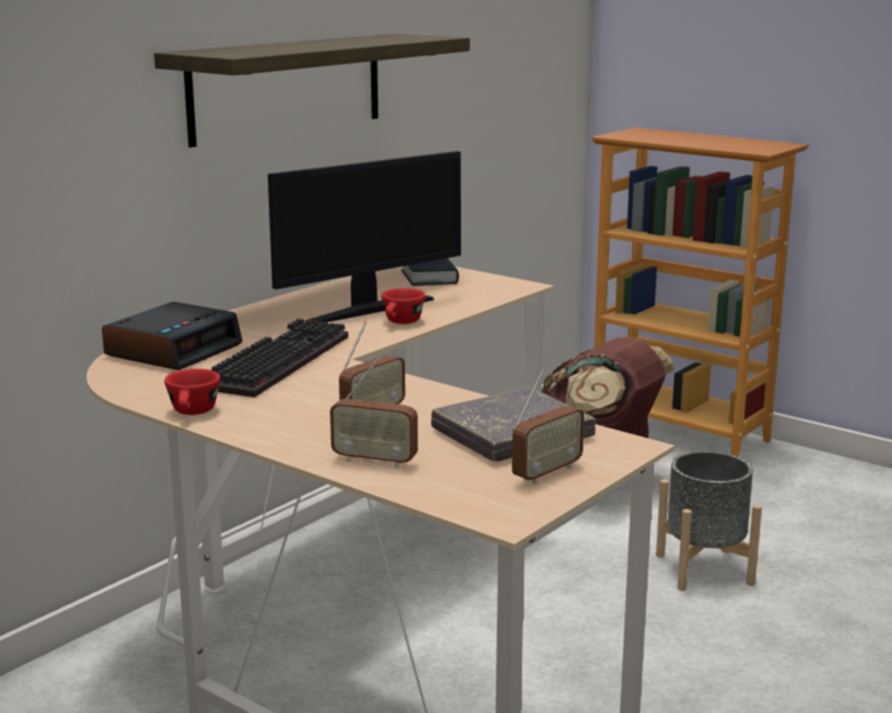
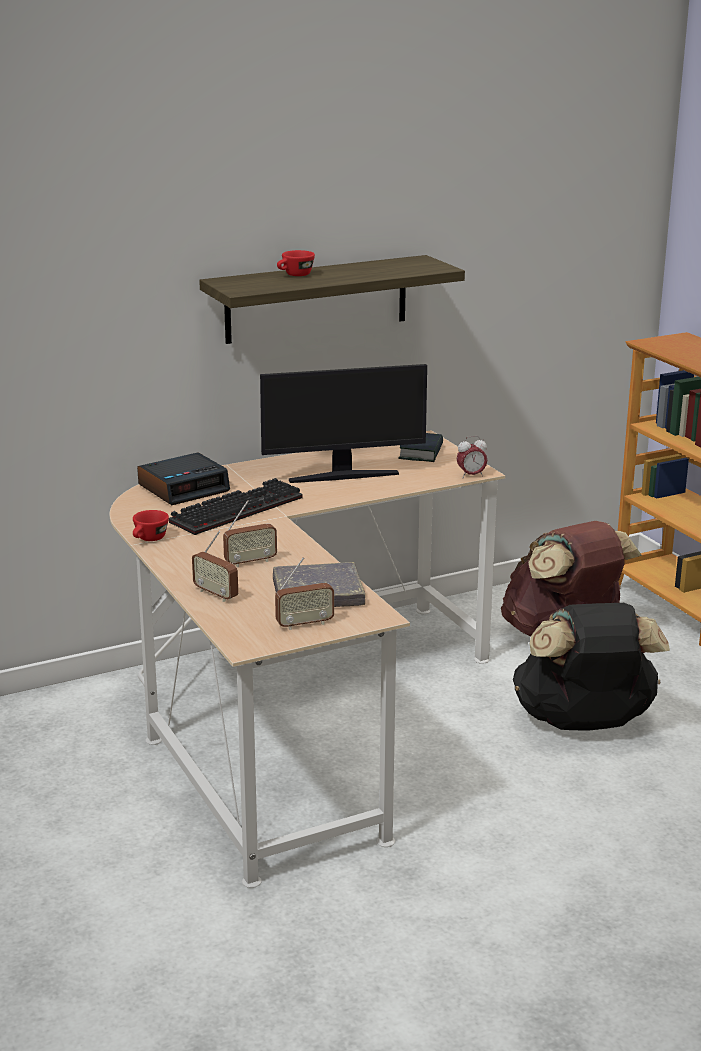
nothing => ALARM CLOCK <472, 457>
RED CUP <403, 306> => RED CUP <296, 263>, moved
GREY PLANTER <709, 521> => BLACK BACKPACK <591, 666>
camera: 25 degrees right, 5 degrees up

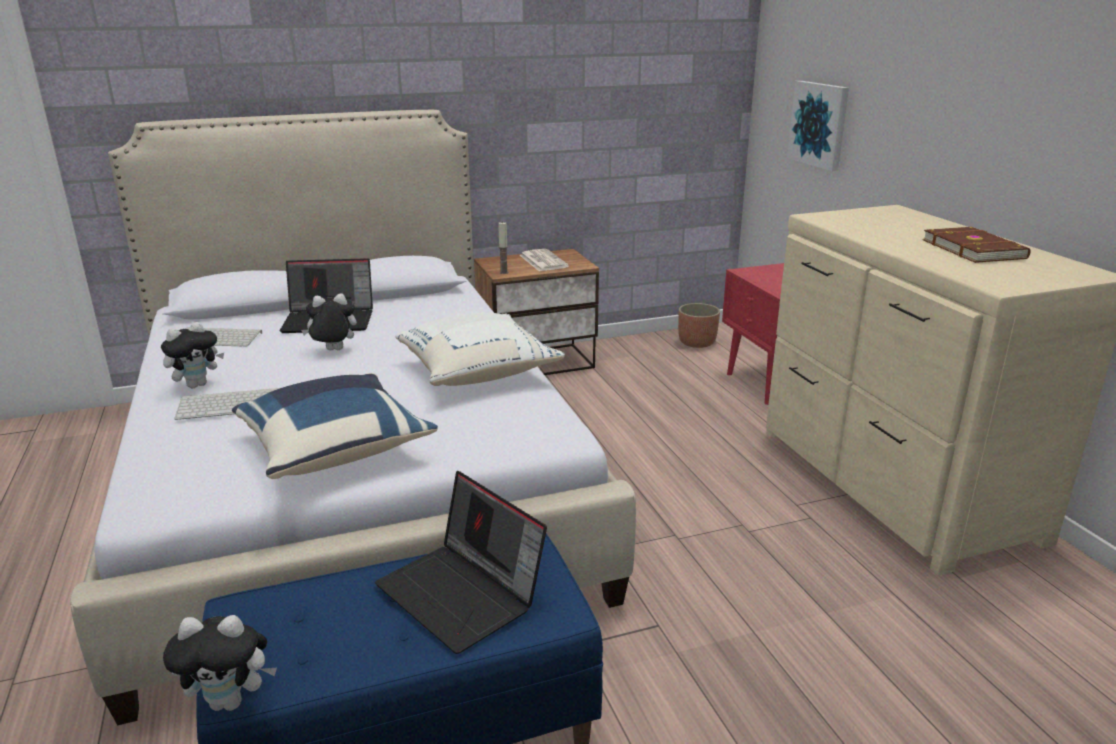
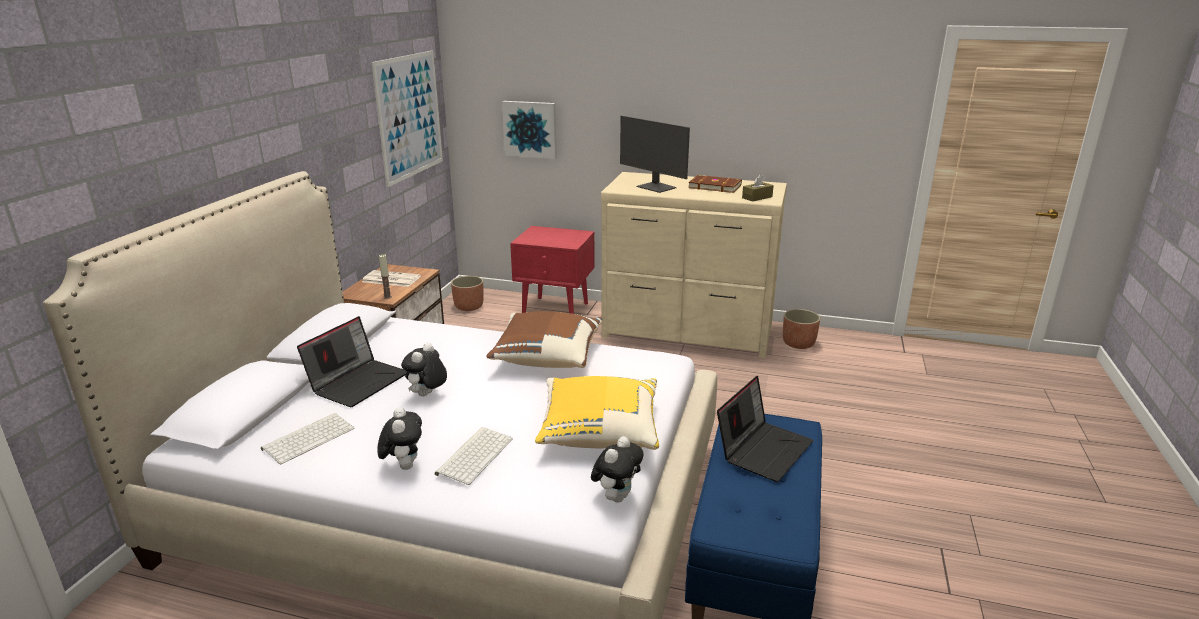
nothing => PICTURE <407, 119>
nothing => MONITOR <655, 154>
nothing => BROWN TISSUE BOX <758, 187>
nothing => PLANTER <801, 329>
PLUSH TOY <220, 663> => PLUSH TOY <617, 469>, moved
BLUE PILLOW <335, 426> => YELLOW PILLOW <597, 413>
WHITE PILLOW <480, 349> => BROWN PILLOW <544, 339>
LAPTOP <461, 562> => LAPTOP <765, 429>, 45 degrees counterclockwise
camera: 55 degrees left, 0 degrees up

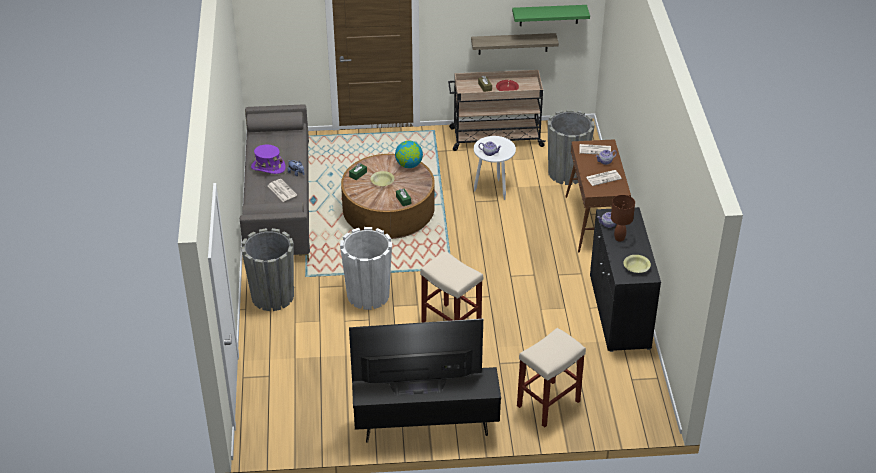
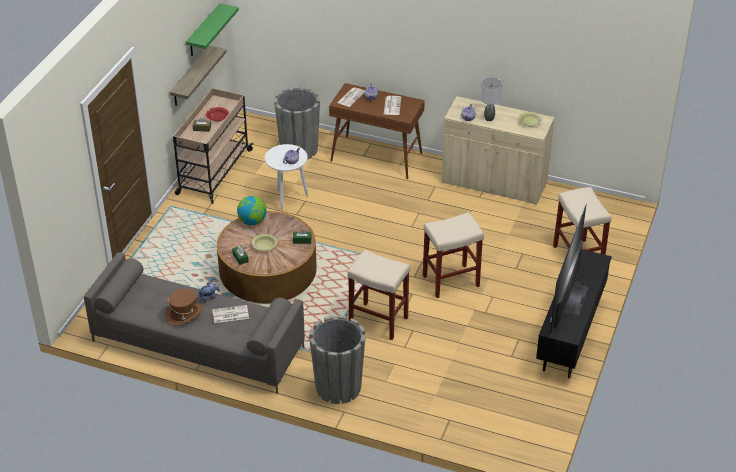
WHITE PLANTER <366, 268> => BEIGE STOOL <378, 295>
PURPLE HAT <268, 159> => BROWN HAT <184, 307>
BLACK CABINET <625, 279> => BEIGE CABINET <498, 150>
BROWN TABLE LAMP <623, 218> => GREY TABLE LAMP <491, 99>
camera: 65 degrees left, 0 degrees up

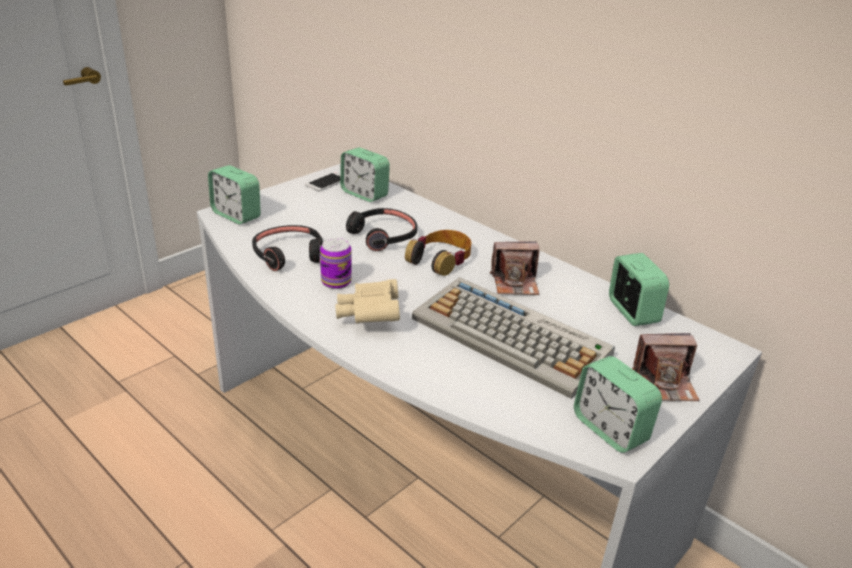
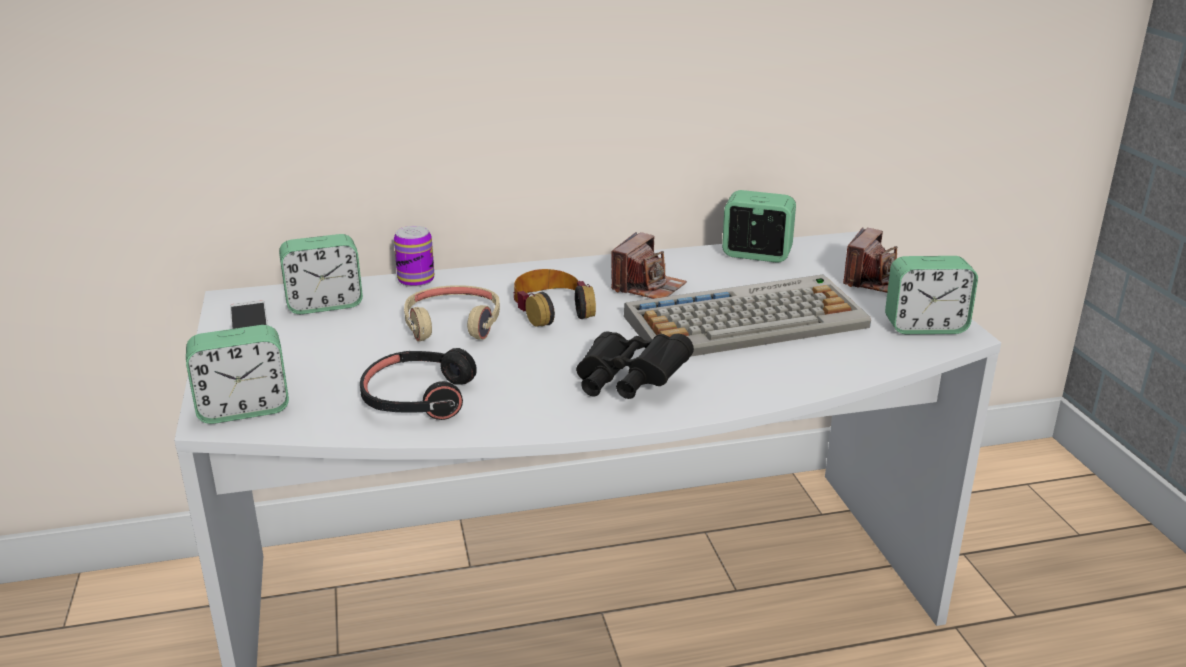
CAN <336, 263> => CAN <414, 256>, moved
BEIGE BINOCULARS <368, 301> => BLACK BINOCULARS <635, 365>
BLACK HEADPHONES <381, 229> => BEIGE HEADPHONES <452, 313>
camera: 55 degrees left, 5 degrees down

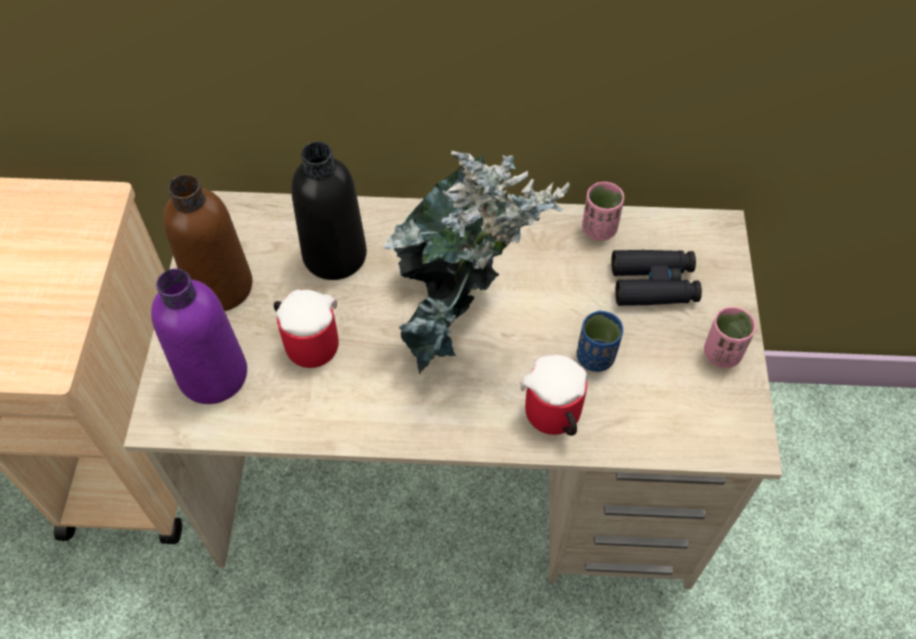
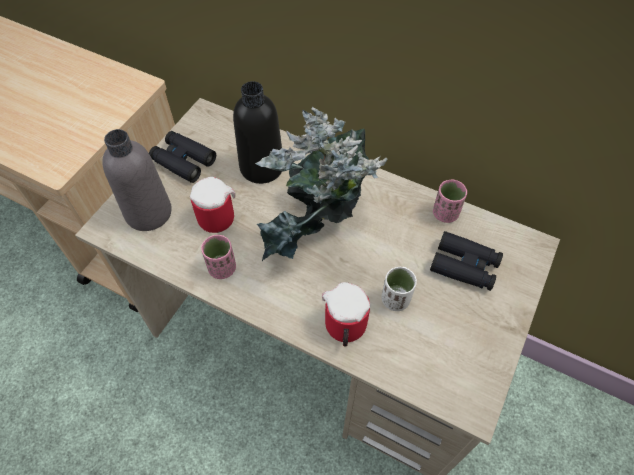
PINK CUP <730, 337> => PINK CUP <218, 257>, moved
BROWN BOTTLE <207, 242> => BLACK BINOCULARS <182, 157>
PURPLE BOTTLE <199, 336> => GREY BOTTLE <137, 180>
BLUE CUP <600, 341> => WHITE CUP <399, 289>
camera: 25 degrees right, 0 degrees up

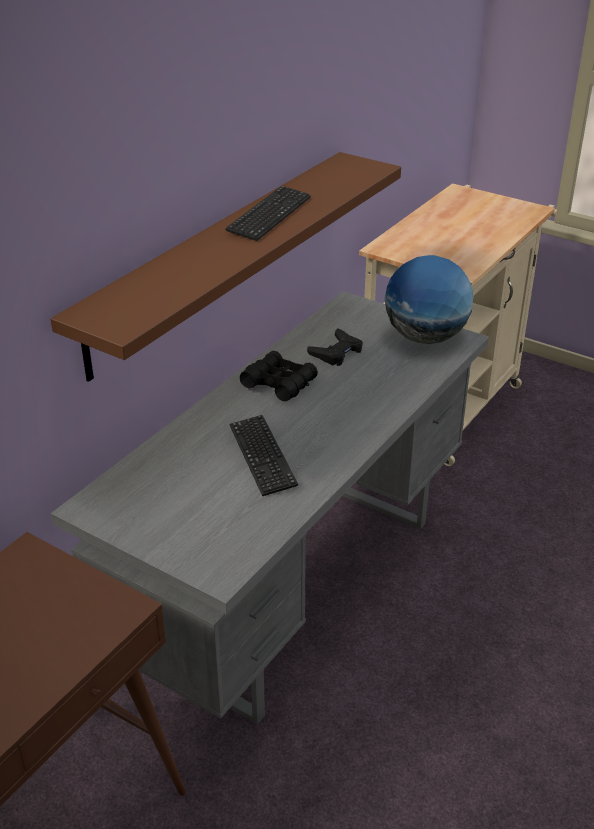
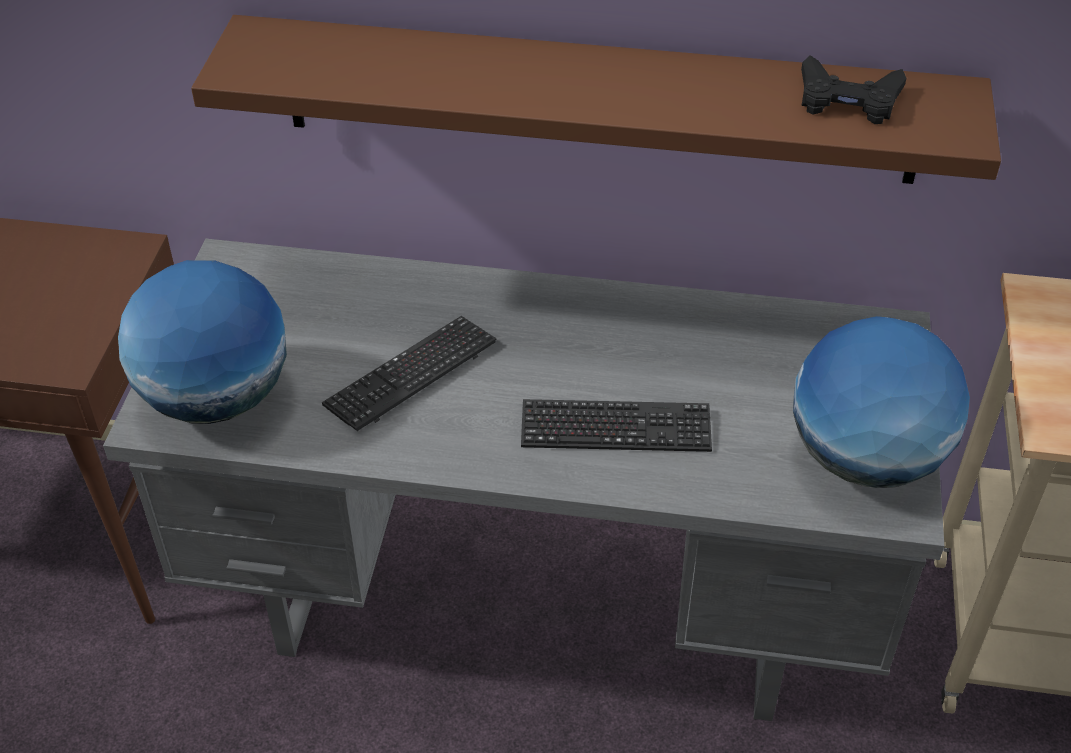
BLACK BINOCULARS <279, 376> => nothing
nothing => GLOBE <202, 342>
KEYBOARD <268, 213> => KEYBOARD <616, 425>, moved
BLACK GAME CONTROLLER <335, 347> => BLACK GAME CONTROLLER <853, 89>, moved
camera: 65 degrees right, 10 degrees up

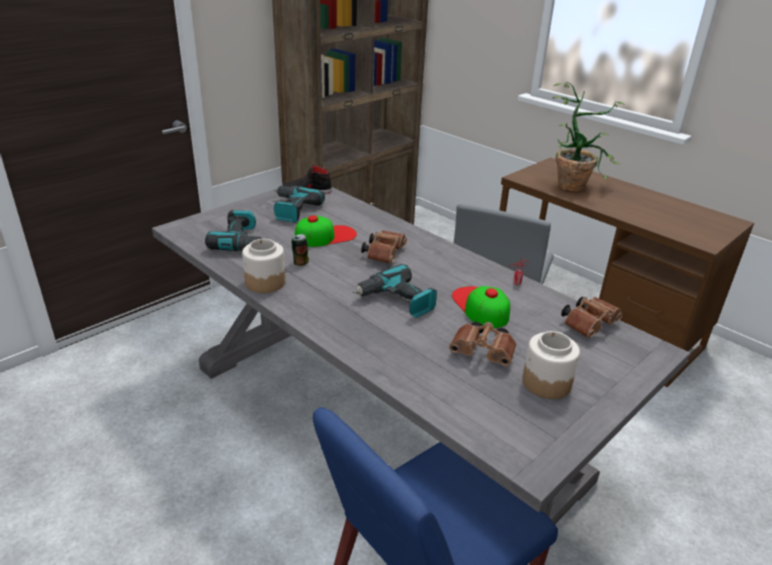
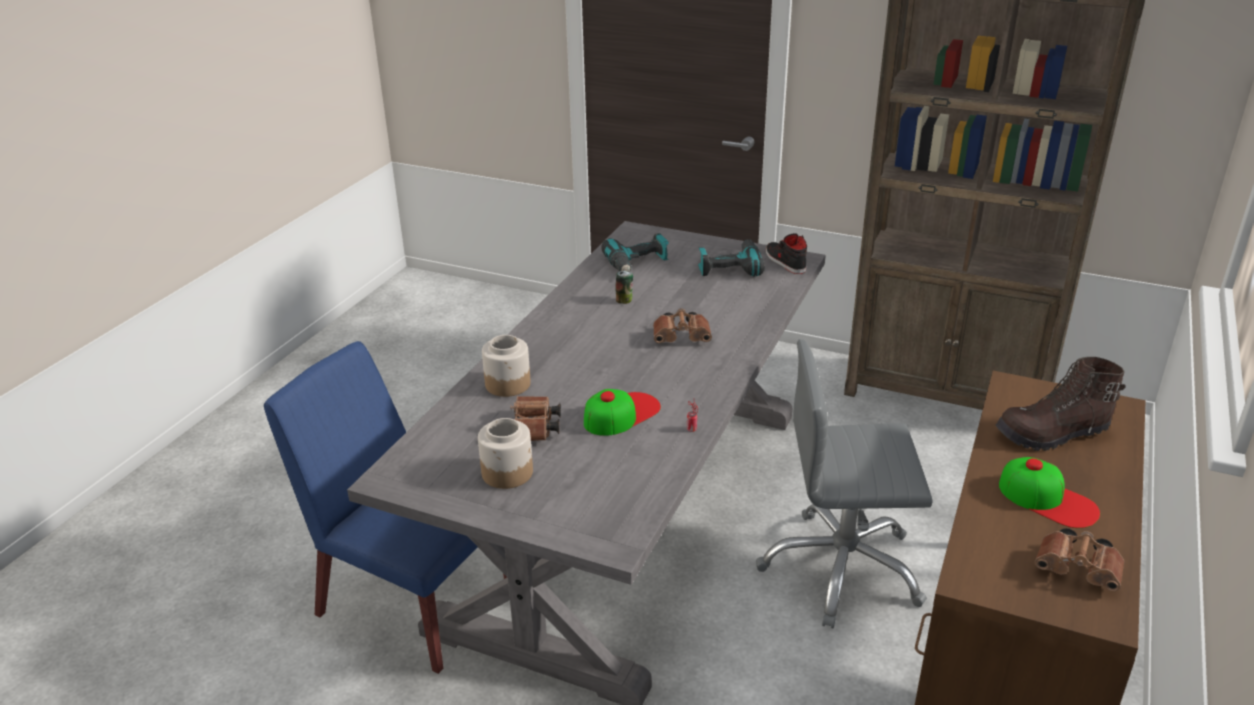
POWER DRILL <395, 291> => nothing
JAR <263, 266> => JAR <506, 366>, moved
CAP <326, 231> => CAP <1049, 492>, moved
BROWN BINOCULARS <592, 317> => BROWN BINOCULARS <1079, 560>, moved
POTTED PLANT <588, 137> => BROWN BOOT <1060, 404>
camera: 70 degrees right, 0 degrees up

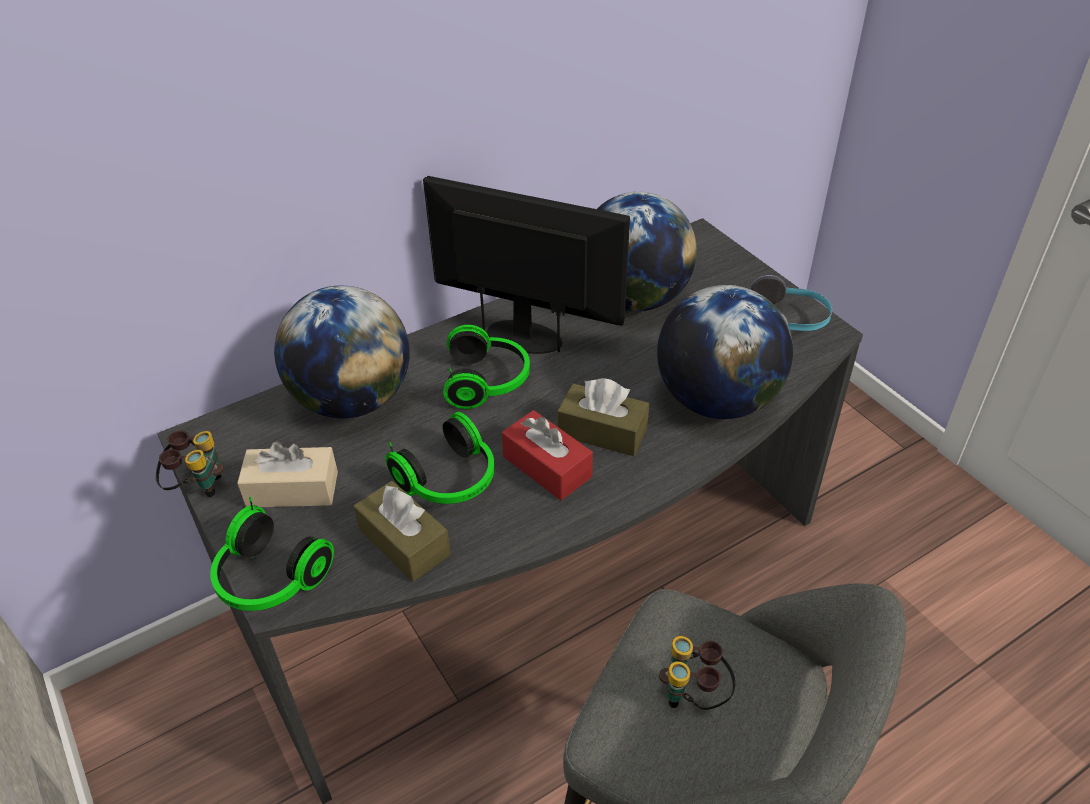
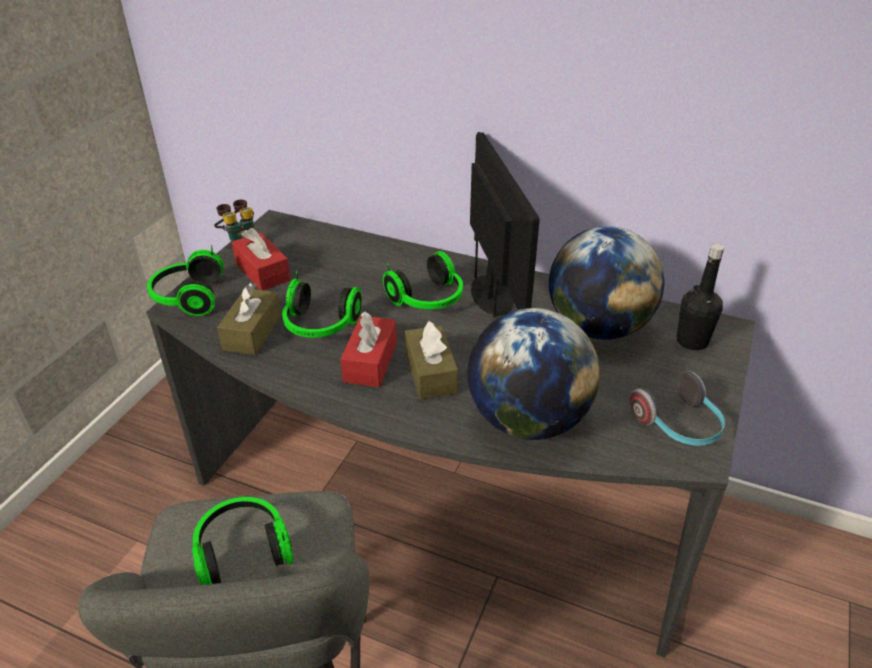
GLOBE <342, 351> => nothing
nothing => BLACK BOTTLE <700, 297>
BINOCULARS <697, 673> => HEADPHONES <242, 541>
BEIGE TISSUE BOX <287, 474> => RED TISSUE BOX <261, 259>
camera: 55 degrees right, 5 degrees down

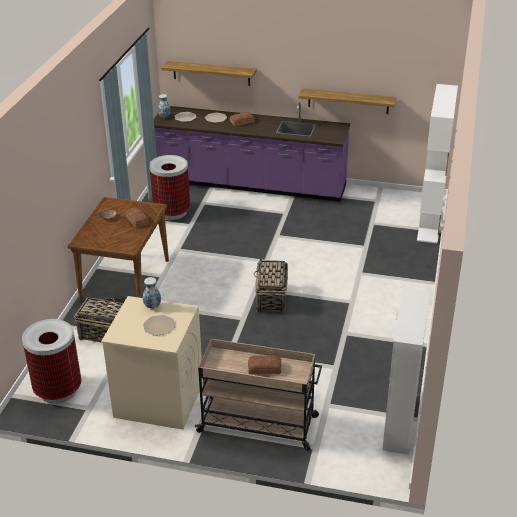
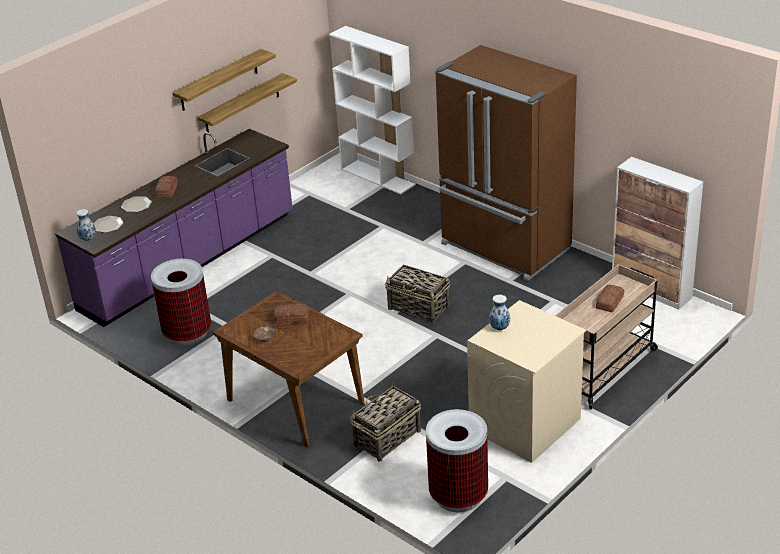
PLATE <159, 325> => nothing
nothing => BROWN FRIDGE <506, 163>
SHELF <209, 73> => SHELF <224, 80>, moved
camera: 60 degrees left, 0 degrees up

